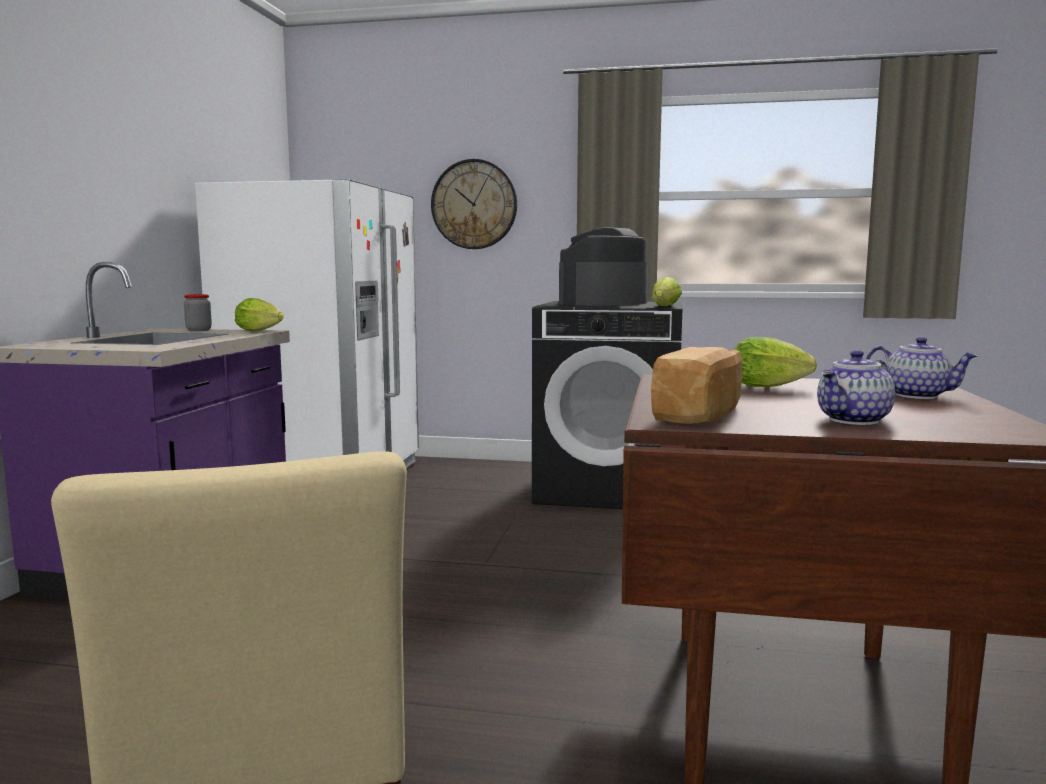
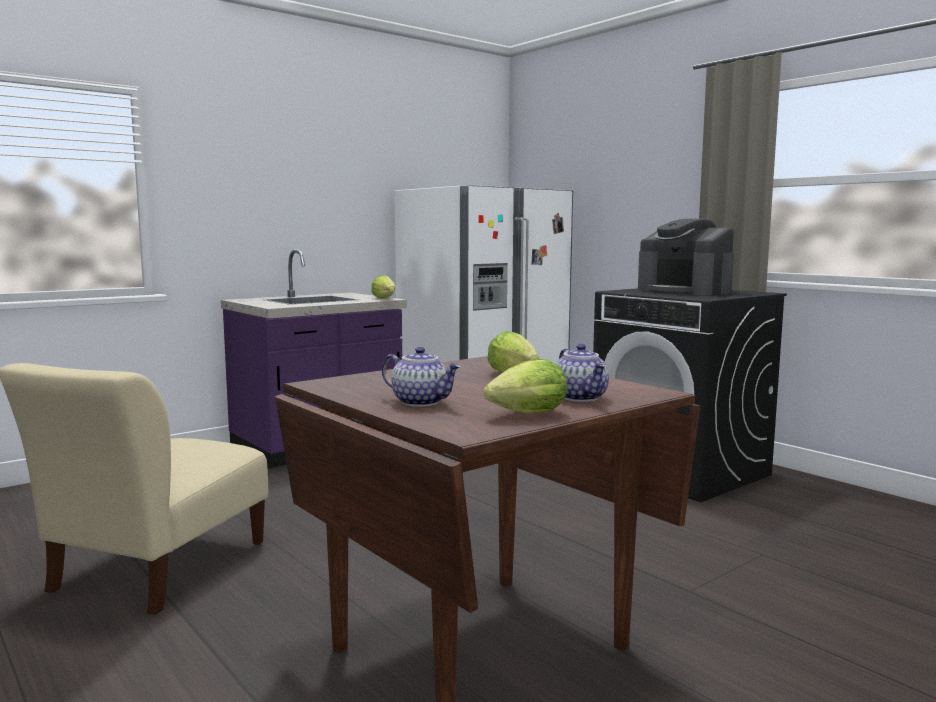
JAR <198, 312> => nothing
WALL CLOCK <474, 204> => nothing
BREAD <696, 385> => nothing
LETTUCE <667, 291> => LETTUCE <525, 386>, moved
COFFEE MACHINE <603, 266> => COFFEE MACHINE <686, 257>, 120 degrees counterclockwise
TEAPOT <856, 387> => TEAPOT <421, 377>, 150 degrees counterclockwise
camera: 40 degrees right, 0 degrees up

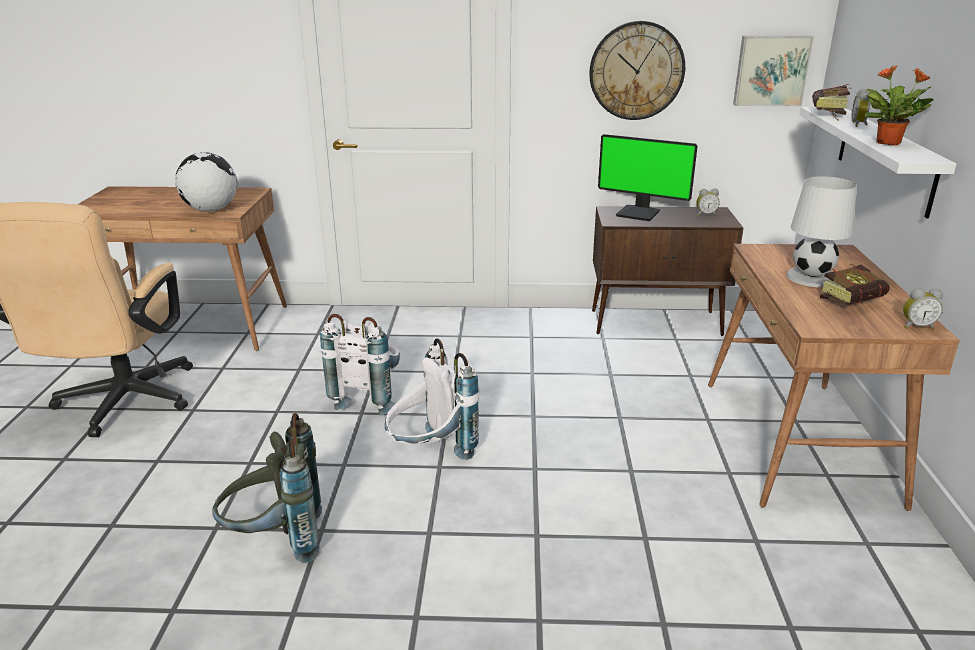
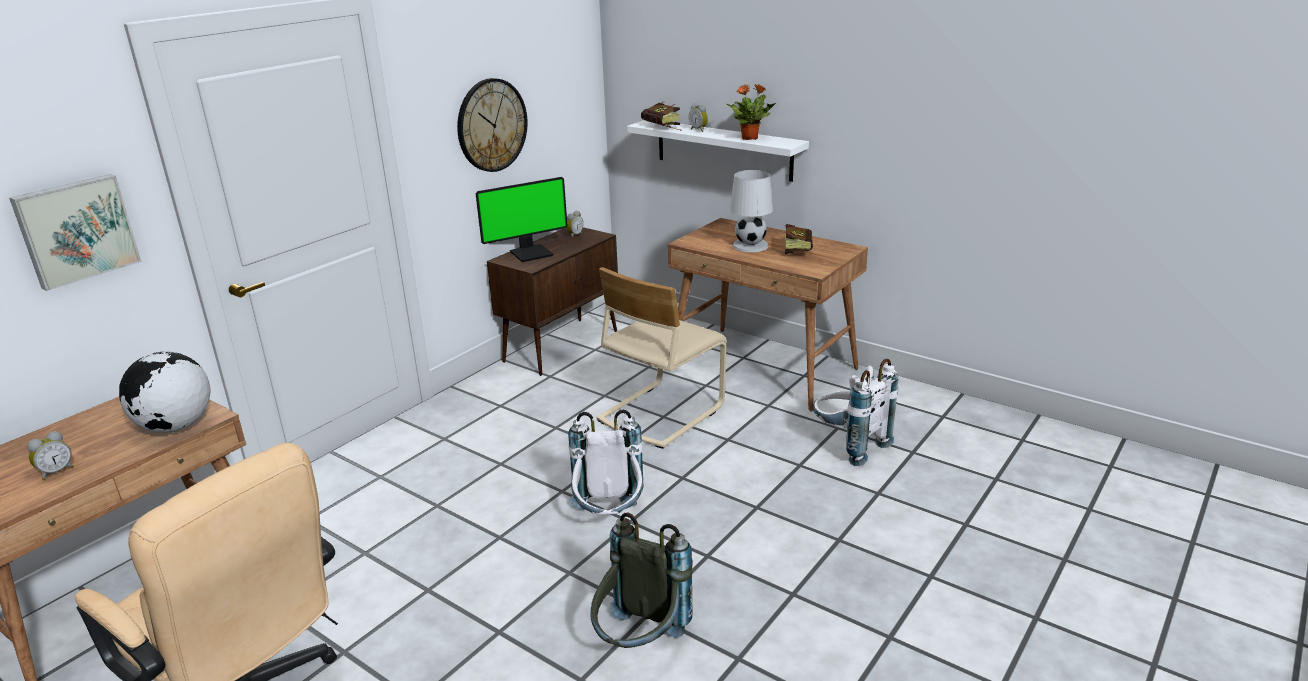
nothing => BEIGE CHAIR <662, 358>
WHITE BACKPACK <360, 364> => WHITE BACKPACK <855, 412>, moved
PICTURE <773, 71> => PICTURE <75, 232>, moved
ALARM CLOCK <923, 308> => ALARM CLOCK <50, 455>, moved
camera: 55 degrees left, 0 degrees up

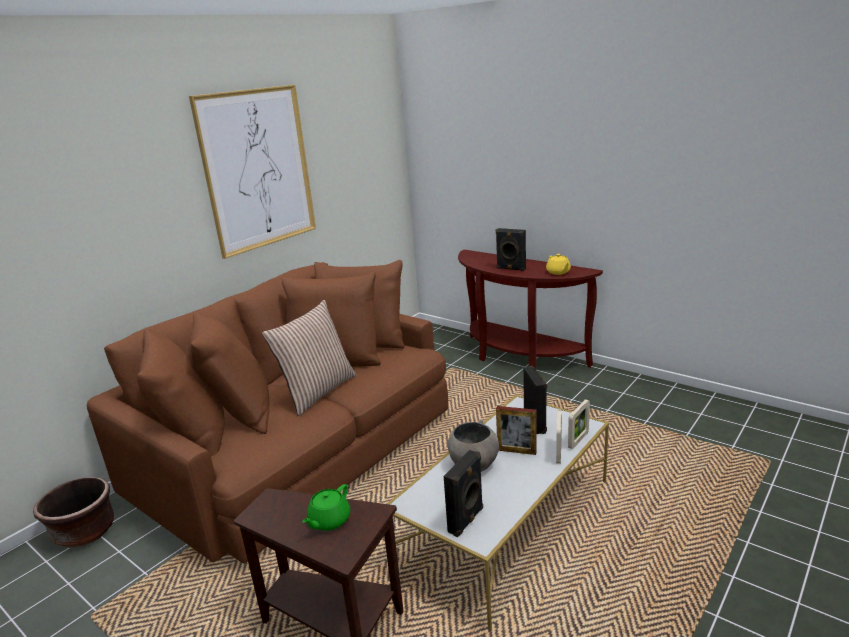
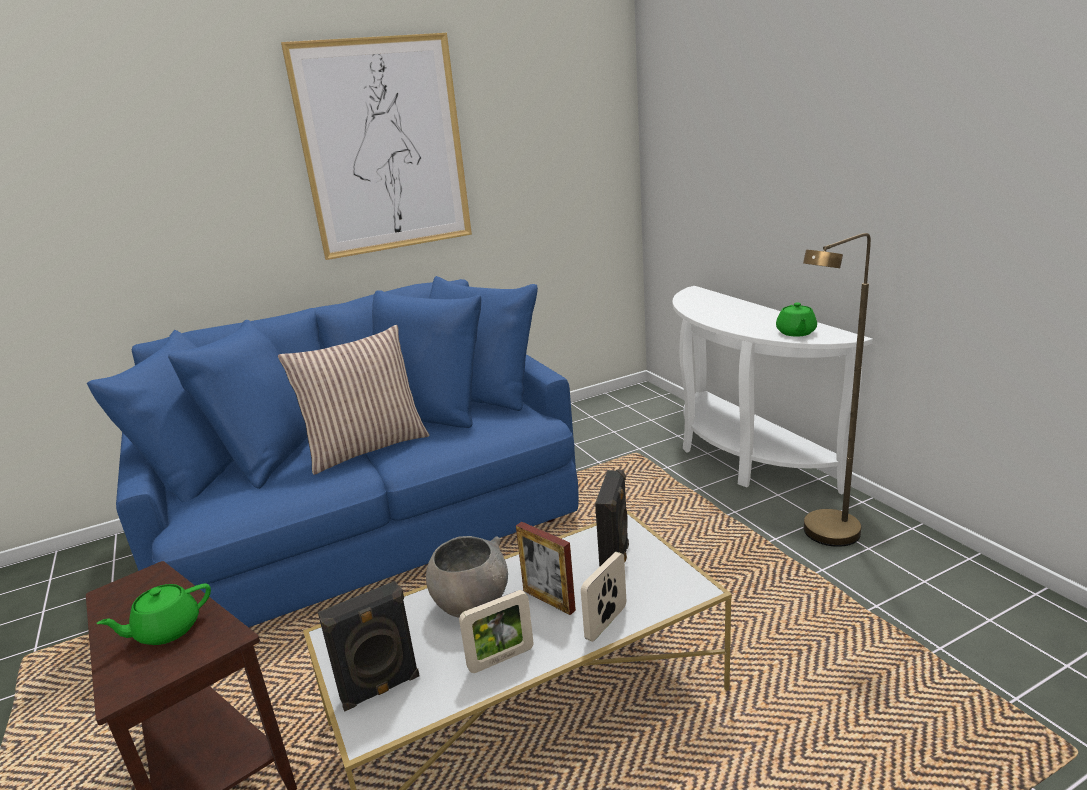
BROWN PLANTER <73, 512> => nothing
BLACK SPEAKER <511, 249> => nothing
nothing => BROWN FLOOR LAMP <837, 390>
PICTURE FRAME <579, 424> => PICTURE FRAME <496, 631>, moved
BROWN SOFA <267, 411> => BLUE SOFA <333, 451>
BROWN CONSOLE TABLE <530, 309> => WHITE CONSOLE TABLE <772, 390>
YELLOW TEAPOT <558, 264> => GREEN TEAPOT <796, 319>
camera: 25 degrees right, 0 degrees up

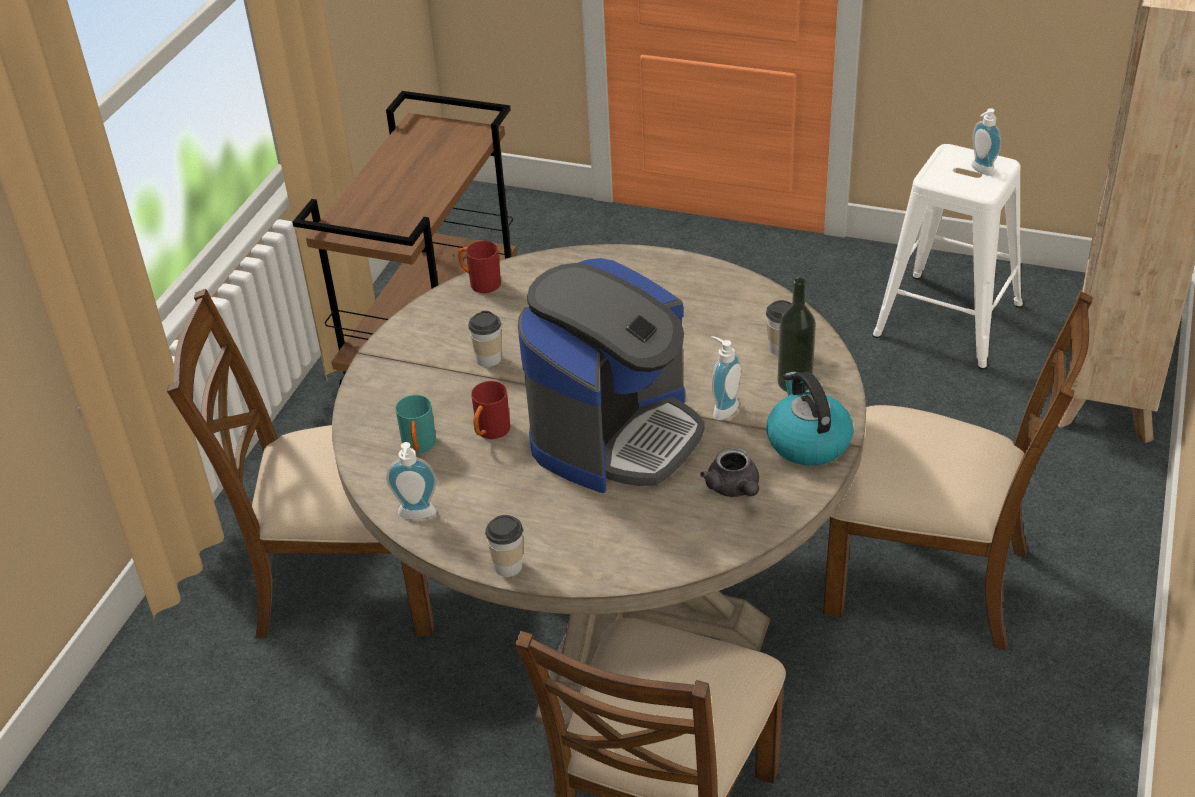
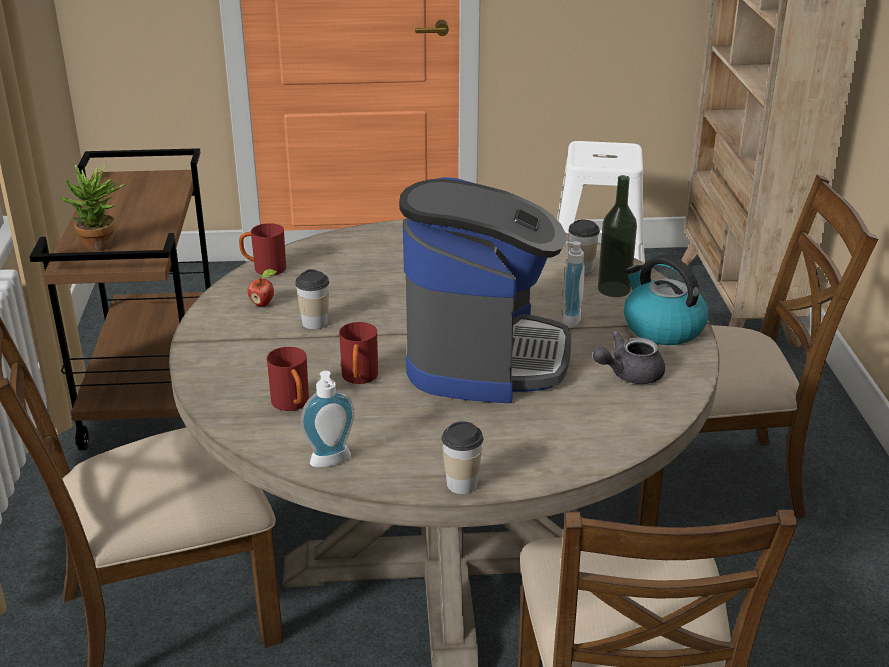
SOAP DISPENSER <986, 142> => nothing
nothing => POTTED PLANT <92, 207>
nothing => APPLE <261, 287>
TURQUOISE MUG <415, 424> => RED MUG <288, 379>
GREY TEAPOT <729, 472> => GREY TEAPOT <629, 357>, 105 degrees clockwise
camera: 25 degrees left, 10 degrees down

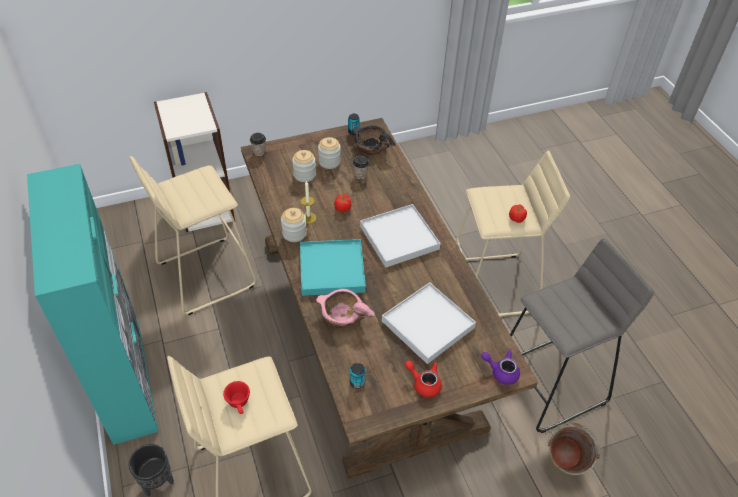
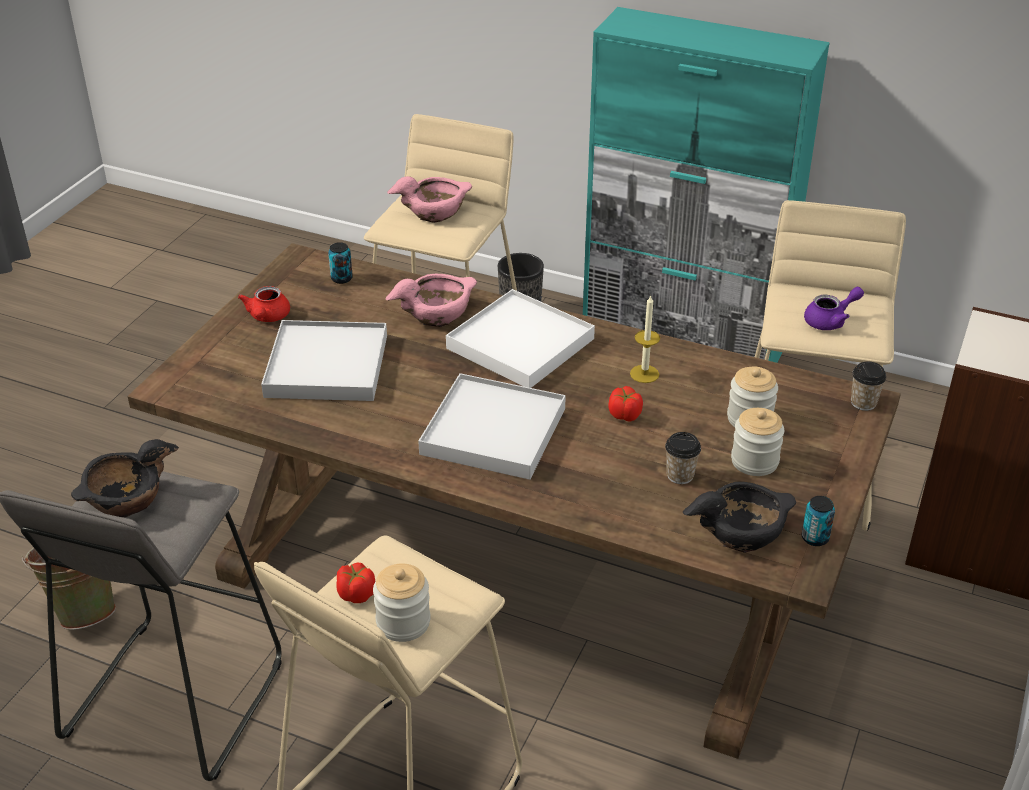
nothing => BLACK BOWL <125, 478>
JAR <294, 225> => JAR <402, 602>, moved
PURPLE TEAPOT <500, 367> => PURPLE TEAPOT <834, 308>, moved
RED CUP <236, 397> => PINK BOWL <429, 199>
TURQUOISE TRAY <333, 267> => WHITE TRAY <520, 338>
RED TEAPOT <423, 378> => RED TEAPOT <264, 304>, 105 degrees clockwise
camera: 135 degrees right, 10 degrees down

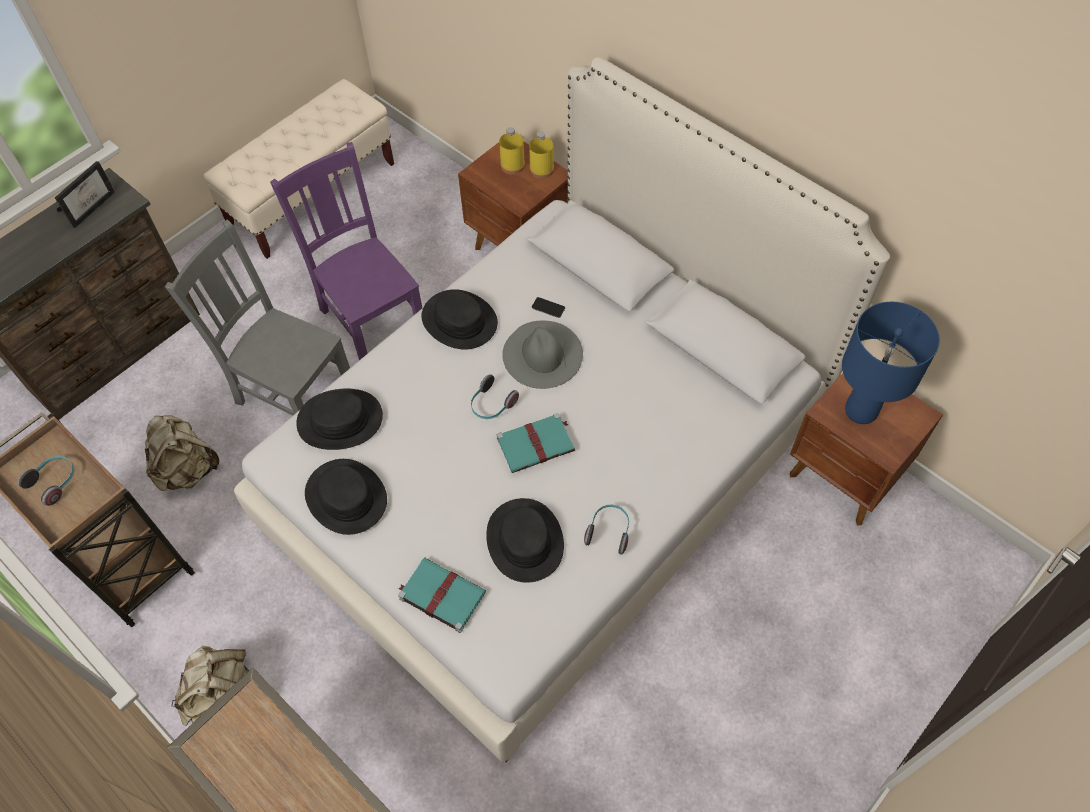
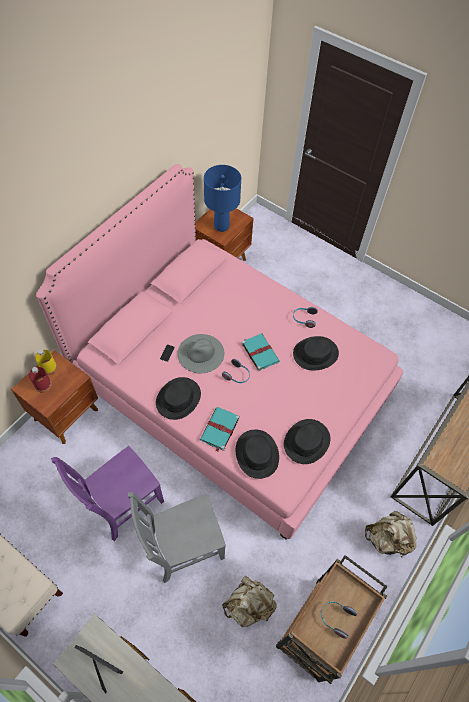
TURQUOISE BOOK <442, 595> => TURQUOISE BOOK <220, 429>, moved
WHITE BED <562, 409> => PINK BED <219, 352>
YELLOW BOTTLE <512, 151> => RED BOTTLE <40, 379>
GREY CHAIR <257, 317> => GREY CHAIR <177, 537>, 45 degrees clockwise
camera: 100 degrees left, 0 degrees up

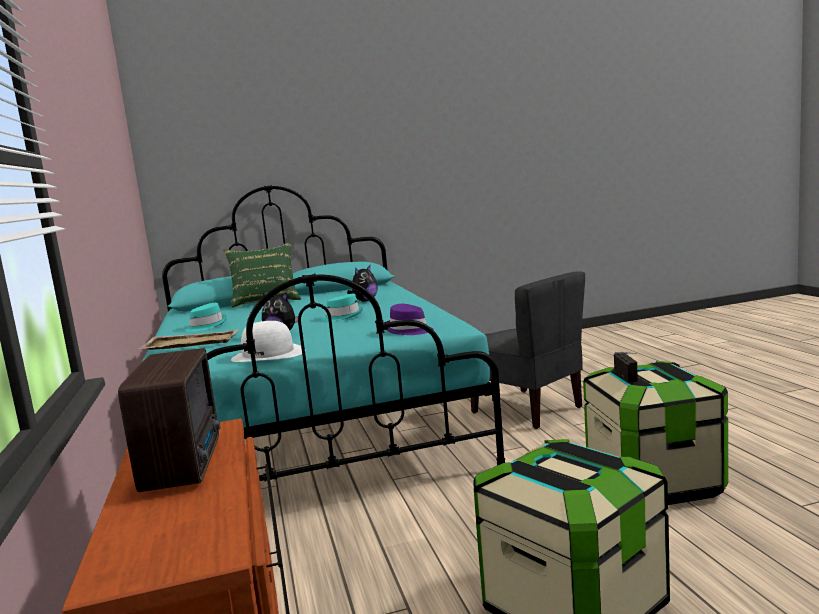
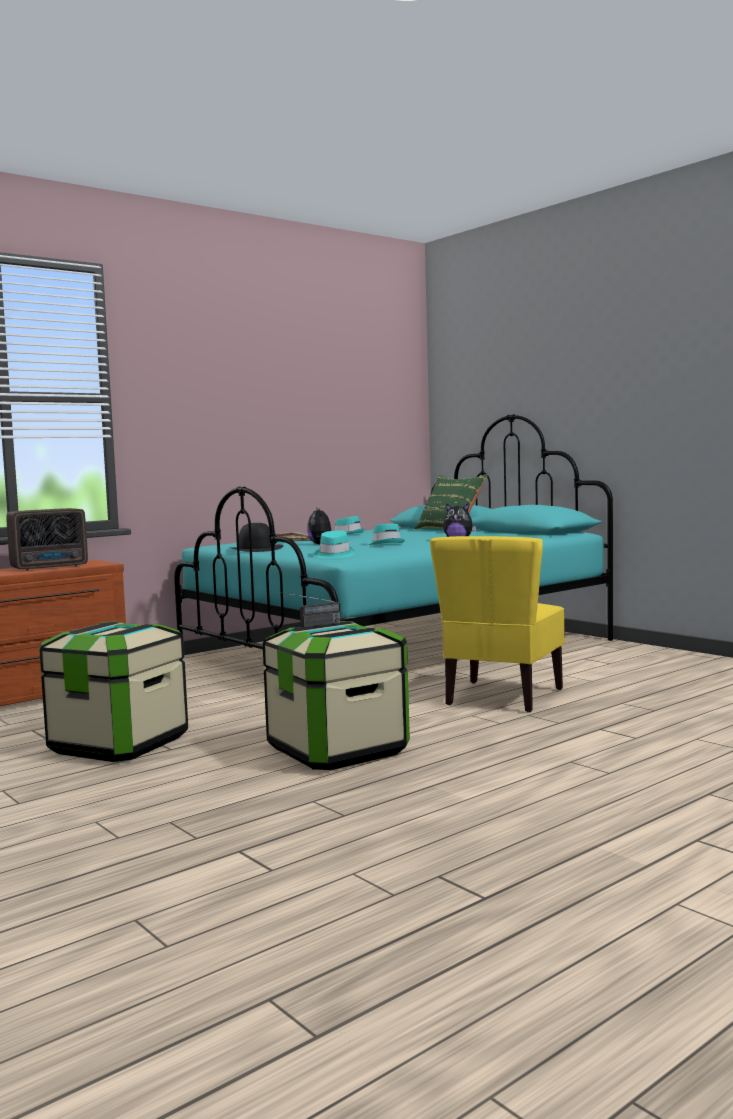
WHITE HAT <266, 341> => BLACK HAT <256, 537>
PURPLE HAT <410, 319> => TURQUOISE HAT <334, 544>
GREY CHAIR <528, 350> => YELLOW CHAIR <497, 624>
camera: 65 degrees right, 5 degrees down

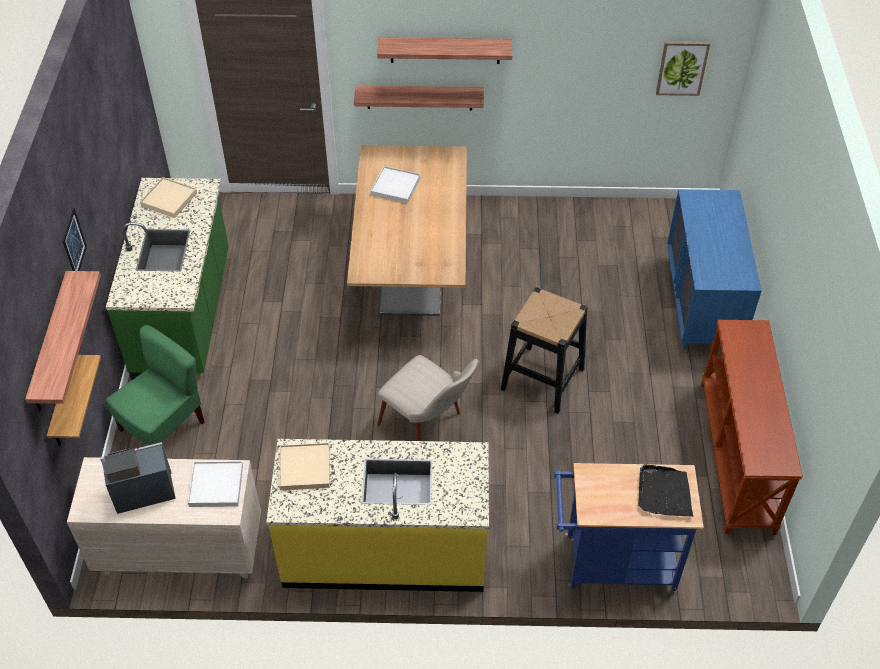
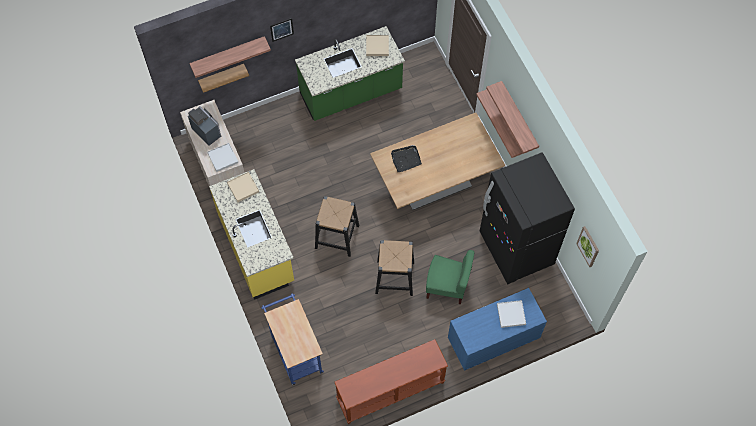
nothing => BLACK FRIDGE <527, 218>
GREEN CHAIR <155, 385> => GREEN CHAIR <450, 277>, moved
WHITE TRAY <395, 185> => WHITE TRAY <511, 314>, moved
BLACK TRAY <665, 490> => BLACK TRAY <406, 158>, moved
BEIGE CHAIR <428, 398> => BLACK STOOL <337, 226>
camera: 65 degrees right, 15 degrees up

